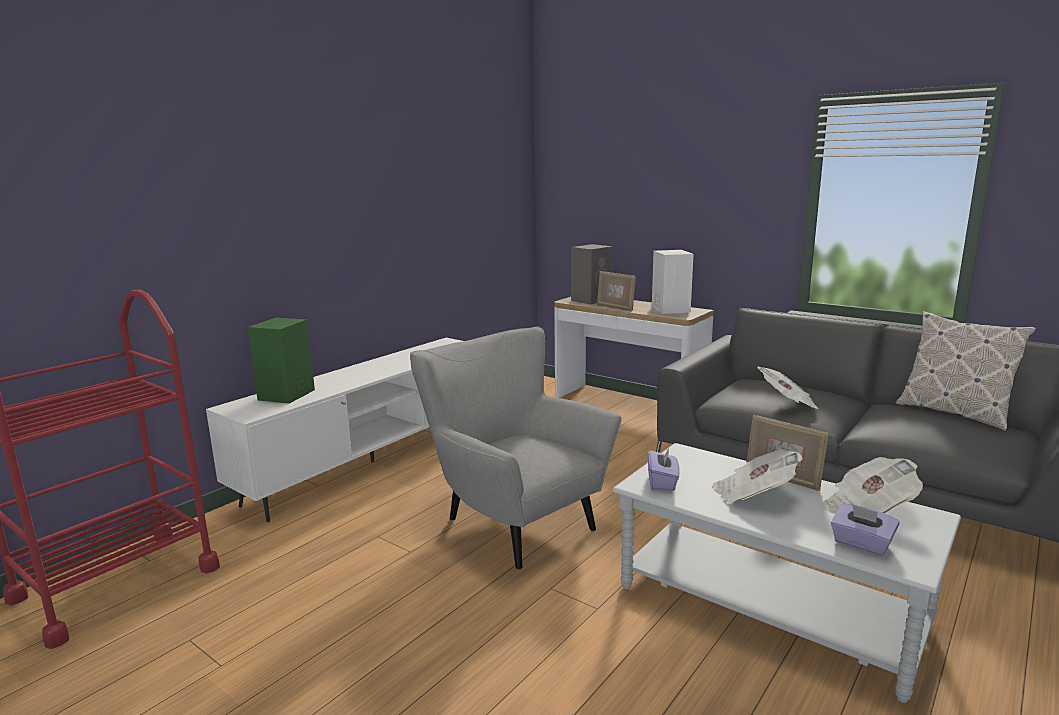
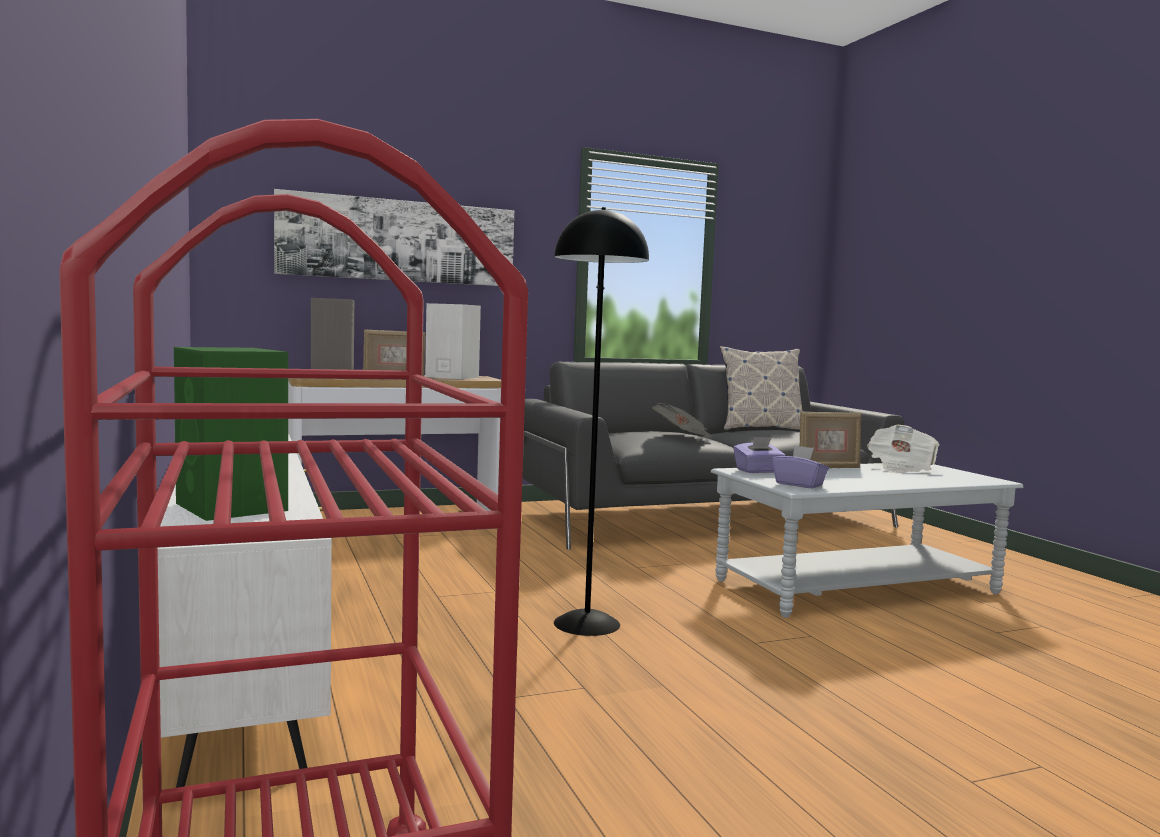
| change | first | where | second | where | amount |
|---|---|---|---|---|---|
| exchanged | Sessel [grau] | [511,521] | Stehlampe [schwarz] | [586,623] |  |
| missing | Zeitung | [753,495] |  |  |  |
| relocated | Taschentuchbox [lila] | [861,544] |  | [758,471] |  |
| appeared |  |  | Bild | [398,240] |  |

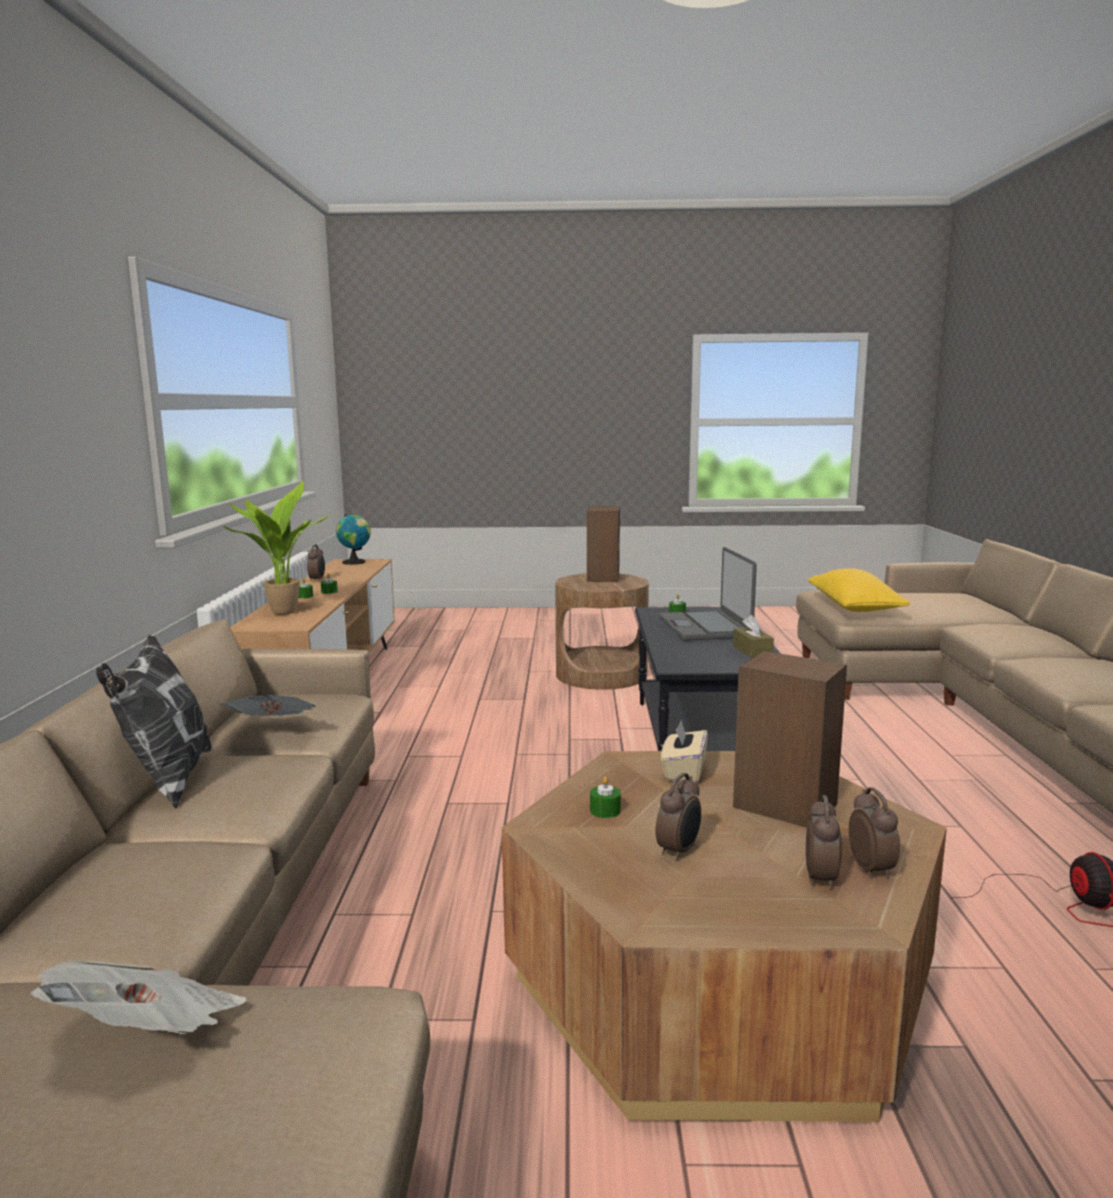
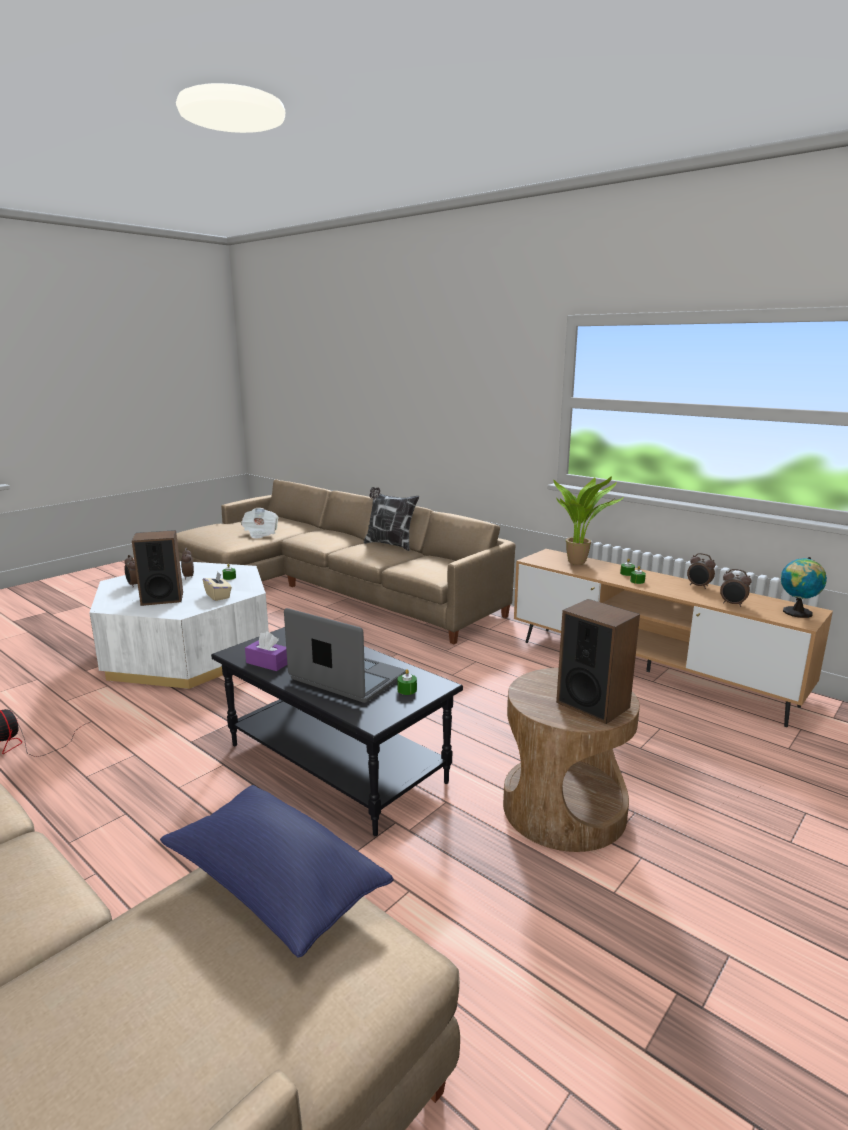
| change | first | where | second | where | amount |
|---|---|---|---|---|---|
| colour | Kissen [gelb] | [854,608] | Kissen [blau] | [274,885] |  |
| colour | Taschentuchbox [braun] | [752,651] | Taschentuchbox [lila] | [268,663] |  |
| missing | Zeitung | [273,730] |  |  |  |
| colour | Couchtisch [braun] | [716,980] | Couchtisch [weiß] | [188,652] |  |
| relocated | Wecker | [872,869] |  | [732,604] |  |

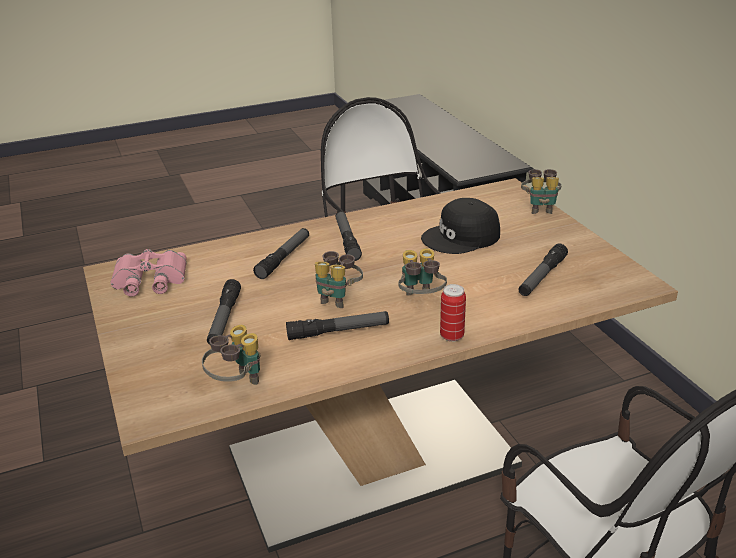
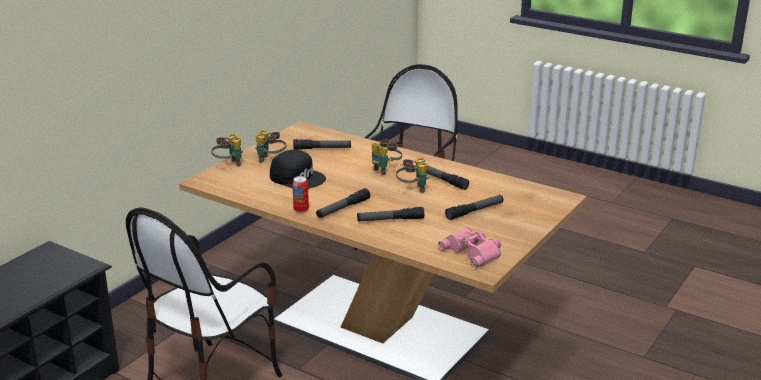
| change | first | where | second | where | amount |
|---|---|---|---|---|---|
| relocated | Dose | [452,336] |  | [301,210] |  |
| relocated | Fernglas | [236,384] |  | [270,160] |  |

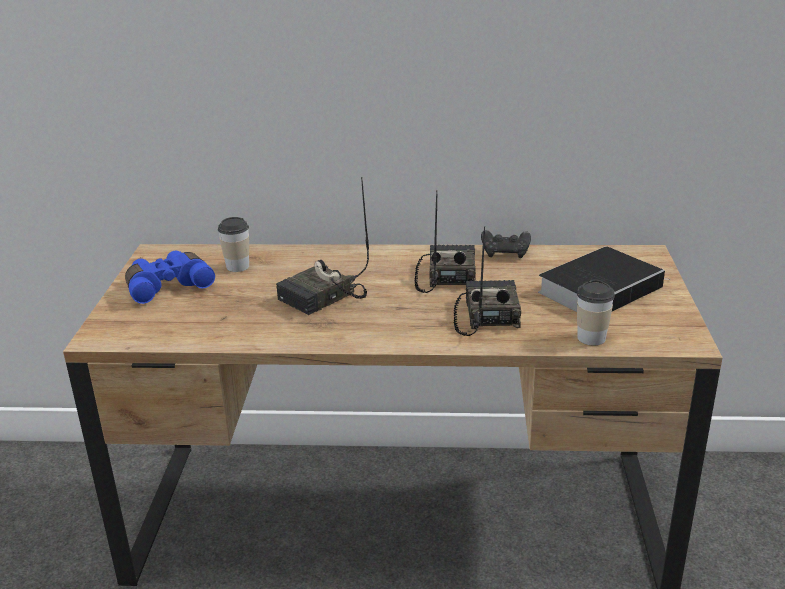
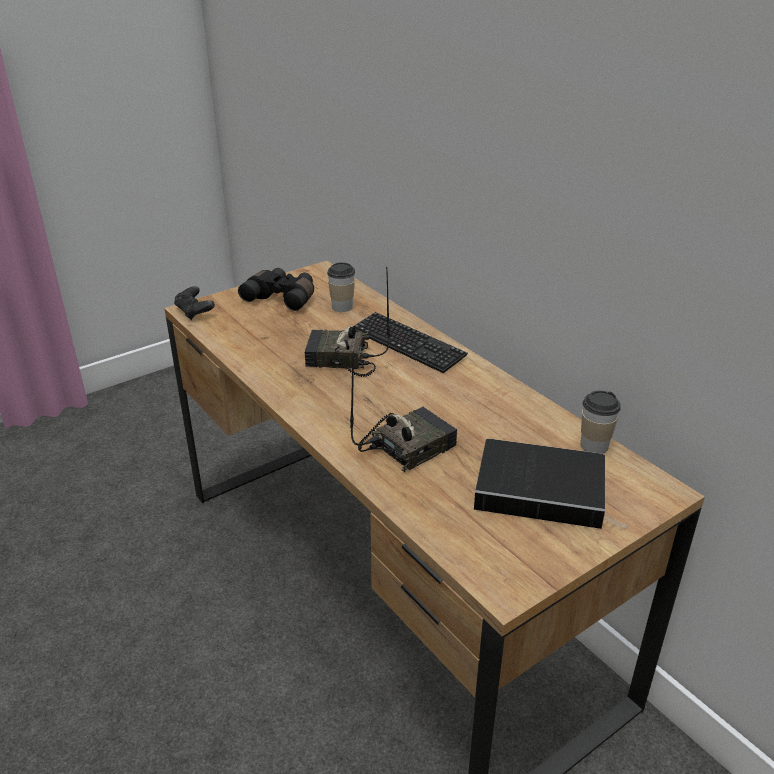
| change | first | where | second | where | amount |
|---|---|---|---|---|---|
| missing | Radio | [446,276] |  |  |  |
| relocated | Gamepad [schwarz] | [505,253] |  | [194,312] |  |
| colour | Fernglas [blau] | [167,286] | Fernglas [schwarz] | [282,297] |  |
| relocated | Tasse | [591,338] |  | [594,446] |  |
| appeared |  |  | Tastatur | [407,344] |  |

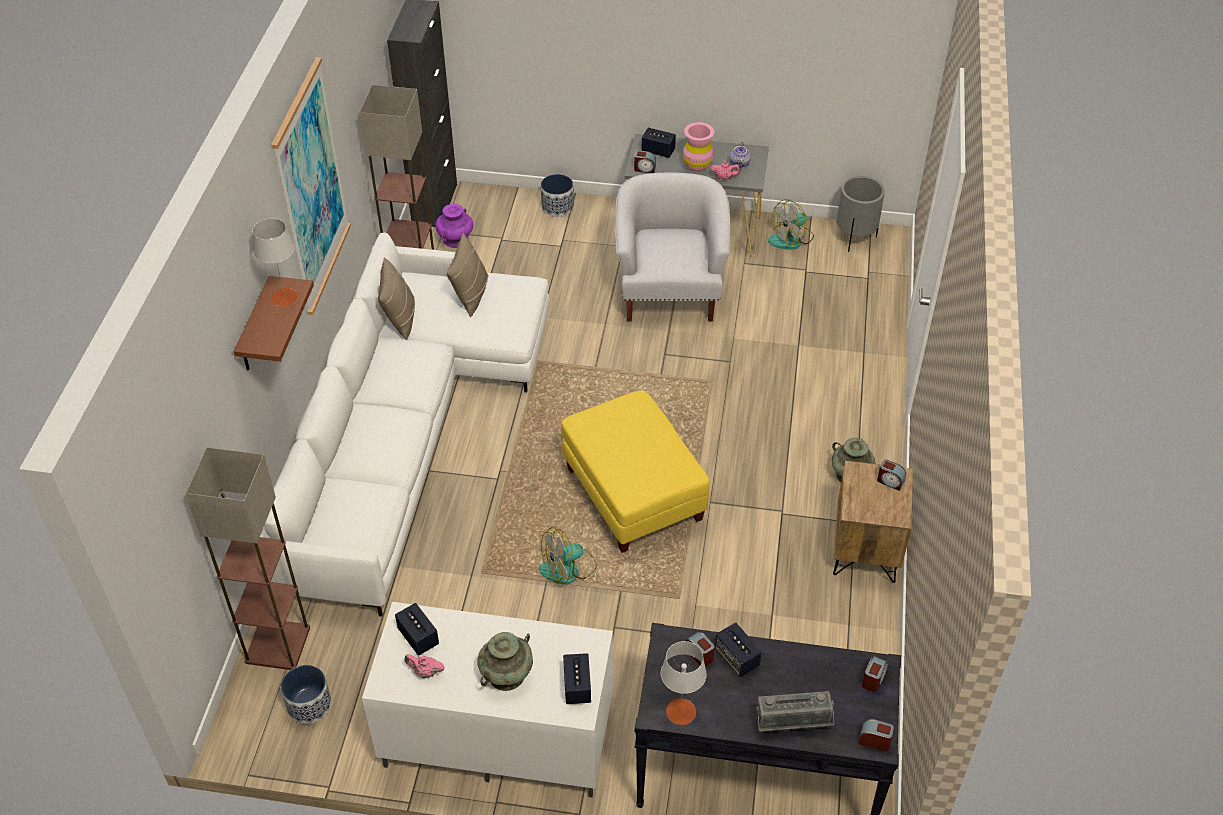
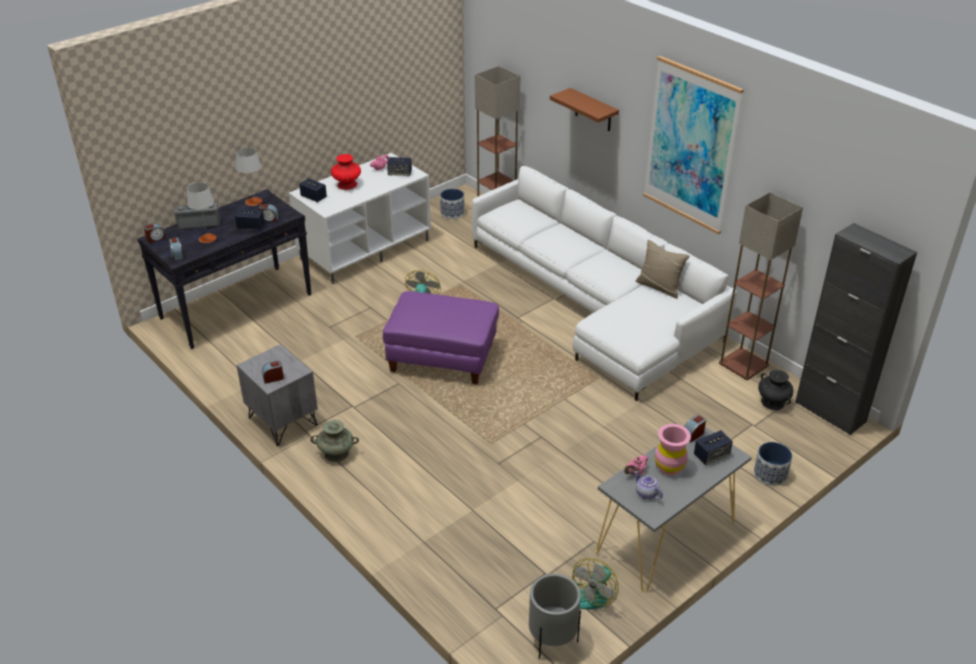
| change | first | where | second | where | amount |
|---|---|---|---|---|---|
| missing | Sessel [weiß] | [669,291] |  |  |  |
| spun | Ventilator | [791,239] |  | [594,593] | 150 degrees counterclockwise |
| colour | Vase [lila] | [455,240] | Vase [schwarz] | [772,402] |  |
| relocated | Tischlampe [grau] | [284,297] |  | [207,238] |  |
| missing | Kissen [beige] | [470,295] |  |  |  |
| colour | Polsterhocker [gelb] | [634,494] | Polsterhocker [lila] | [442,358] |  |
| colour | Nachttisch [braun] | [866,551] | Nachttisch [grau] | [282,422] |  |
| colour | Vase [türkis] | [507,675] | Vase [rot] | [347,185] |  |
| spun | Radio | [792,725] |  | [199,223] | 45 degrees clockwise |

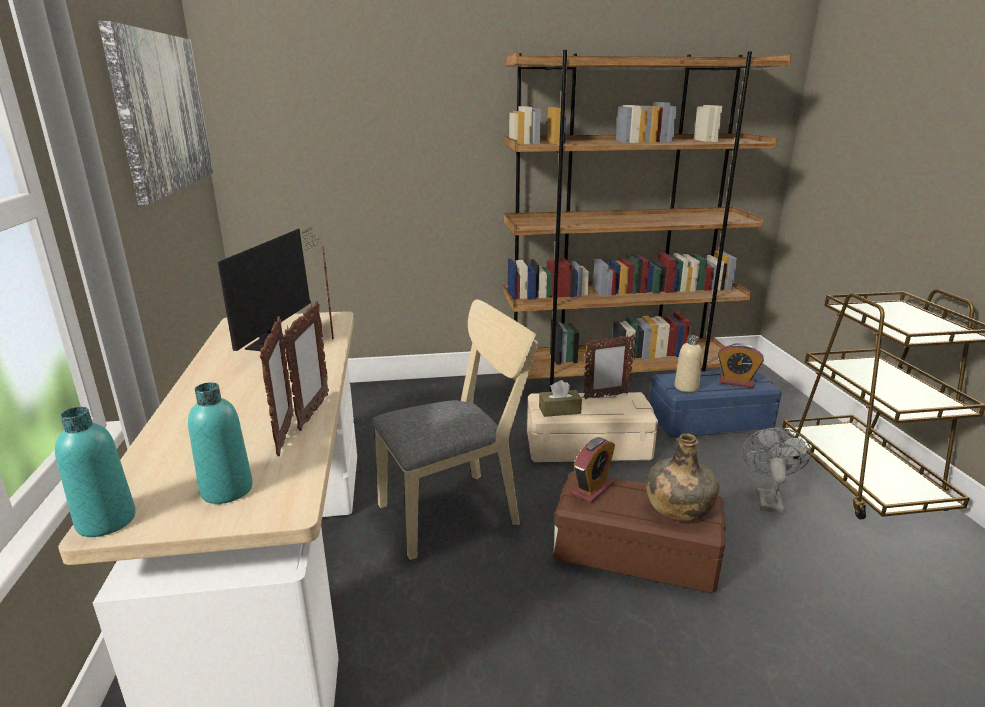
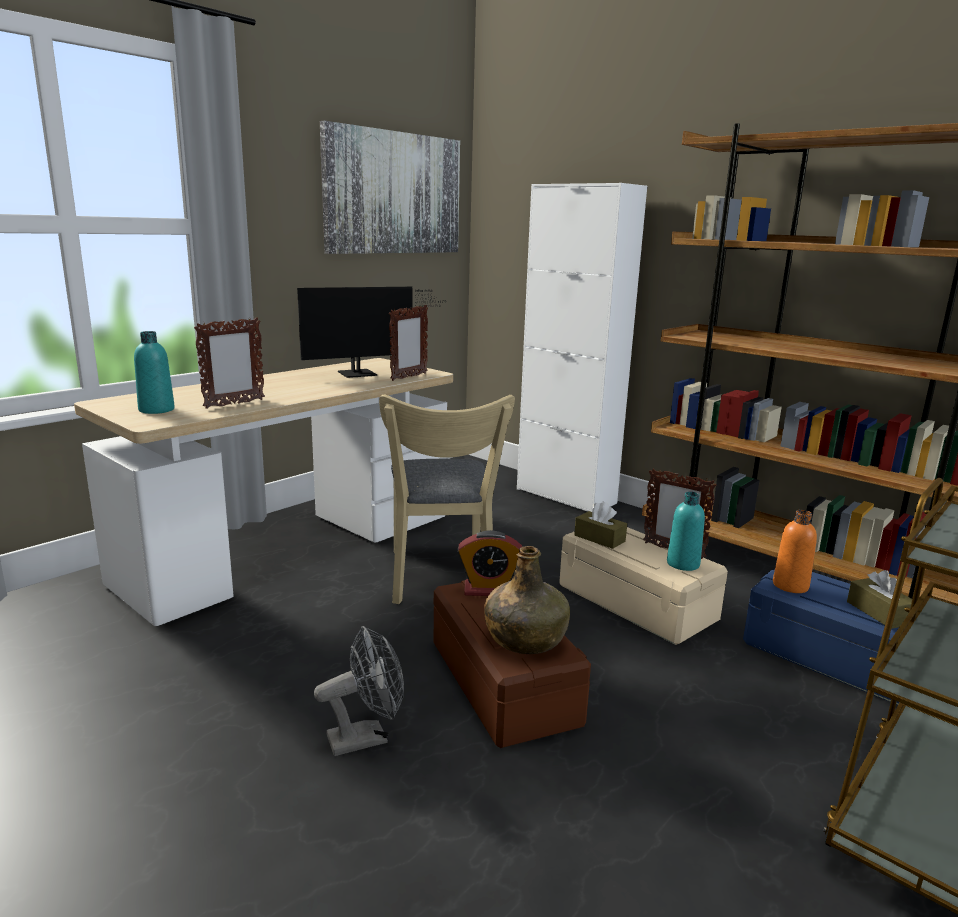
| change | first | where | second | where | amount |
|---|---|---|---|---|---|
| spun | Stuhl [beige] | [458,510] |  | [440,579] | 60 degrees clockwise |
| missing | Bilderrahmen | [313,412] |  |  |  |
| colour | Flasche [beige] | [686,387] | Flasche [orange] | [790,585] |  |
| exchanged | Wecker | [736,382] | Taschentuchbox [braun] | [879,613] |  |
| relocated | Flasche [türkis] | [106,521] |  | [683,564] |  |
| relocated | Ventilator [grau] | [767,498] |  | [366,737] |  |
| appeared |  |  | Schrank [weiß] | [565,496] |  |

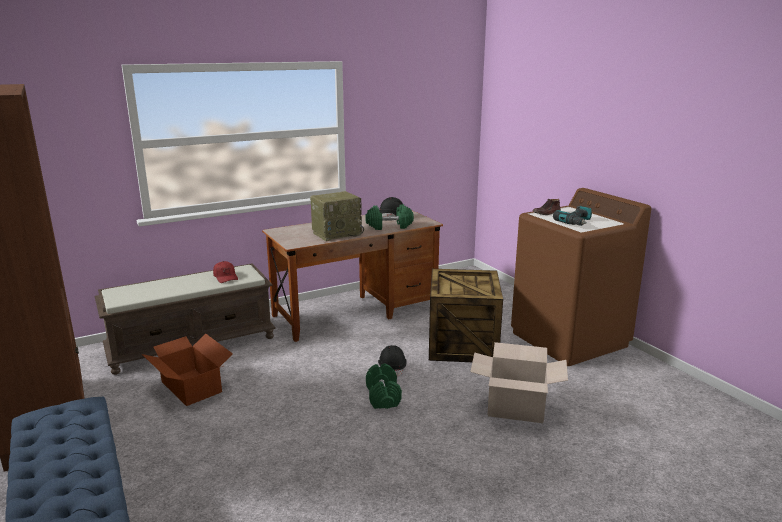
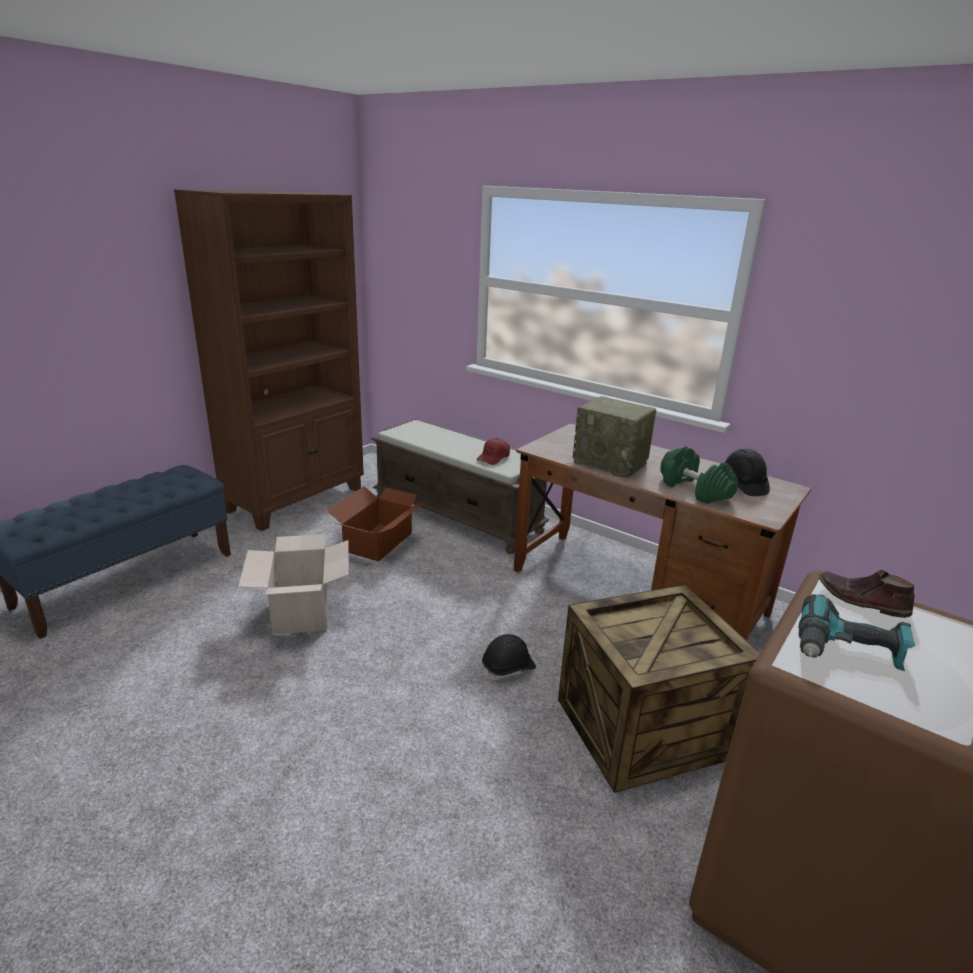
| change | first | where | second | where | amount |
|---|---|---|---|---|---|
| relocated | Karton | [516,407] |  | [302,612] |  |
| missing | Hantel [grün] | [383,396] |  |  |  |

